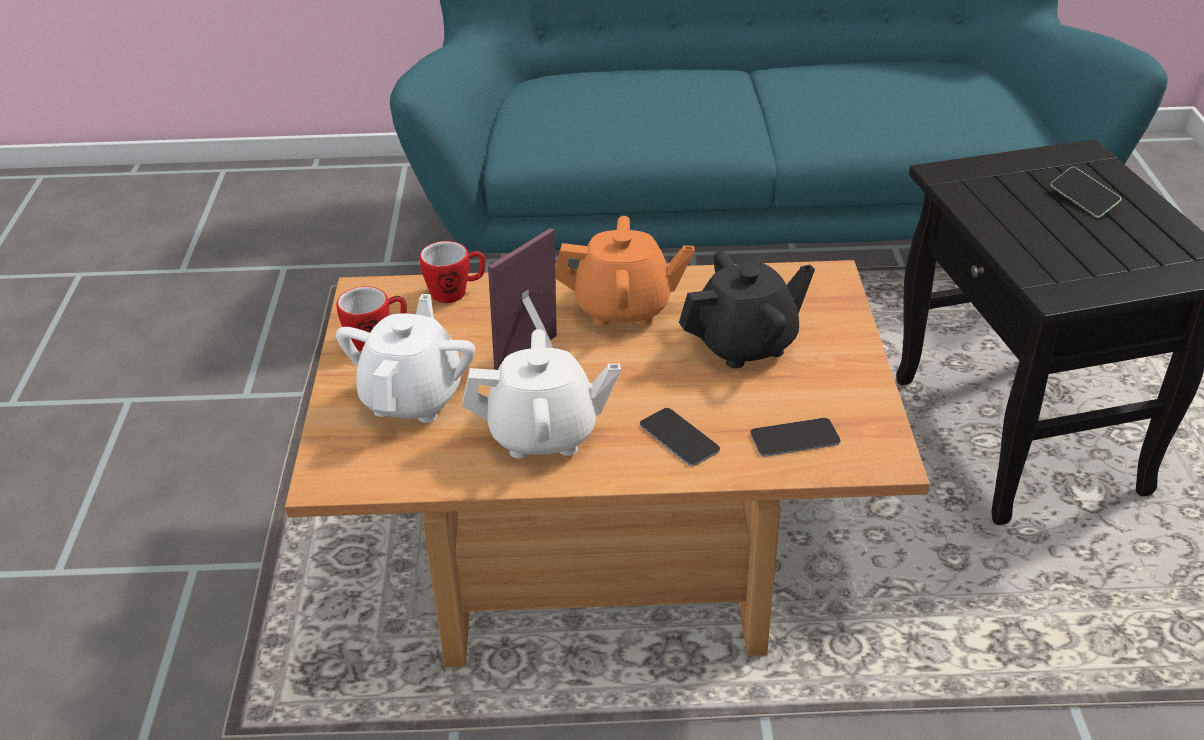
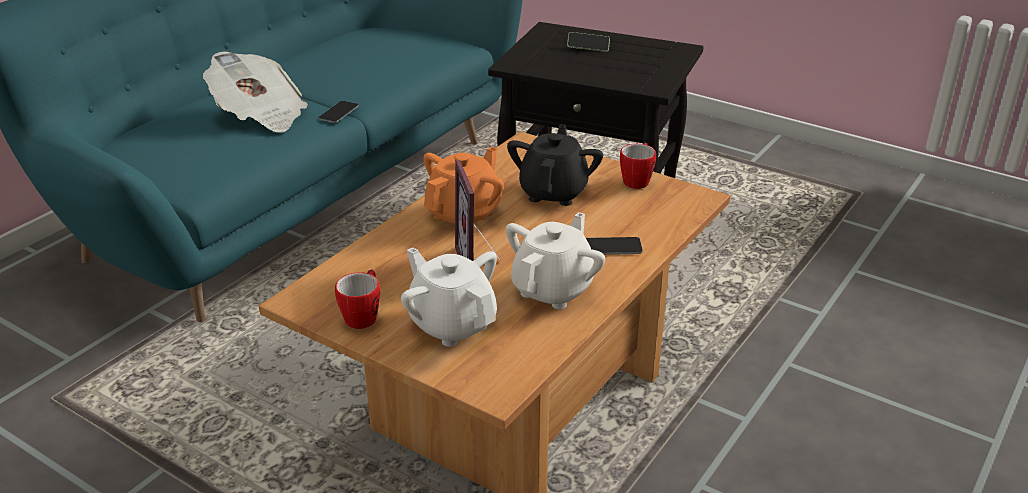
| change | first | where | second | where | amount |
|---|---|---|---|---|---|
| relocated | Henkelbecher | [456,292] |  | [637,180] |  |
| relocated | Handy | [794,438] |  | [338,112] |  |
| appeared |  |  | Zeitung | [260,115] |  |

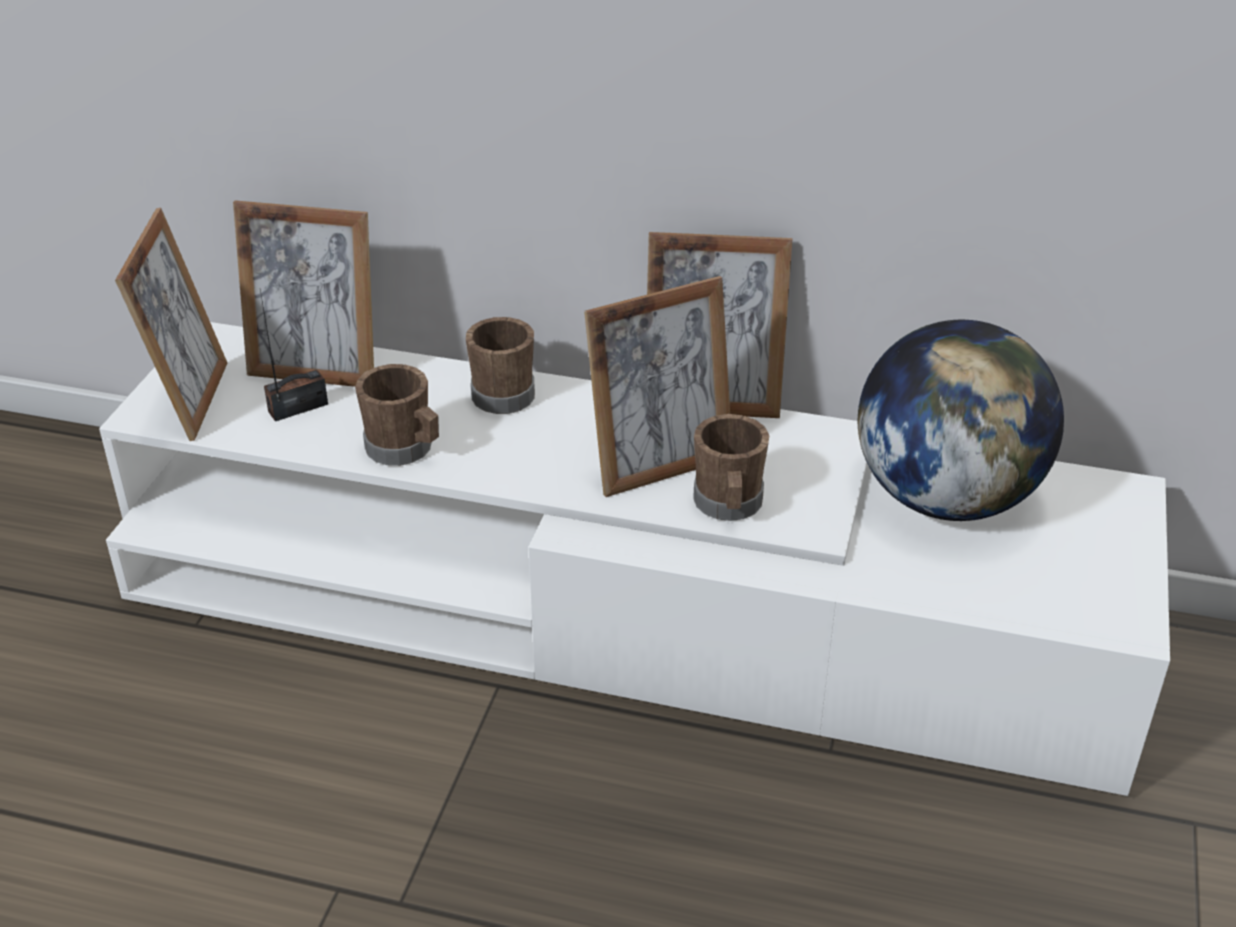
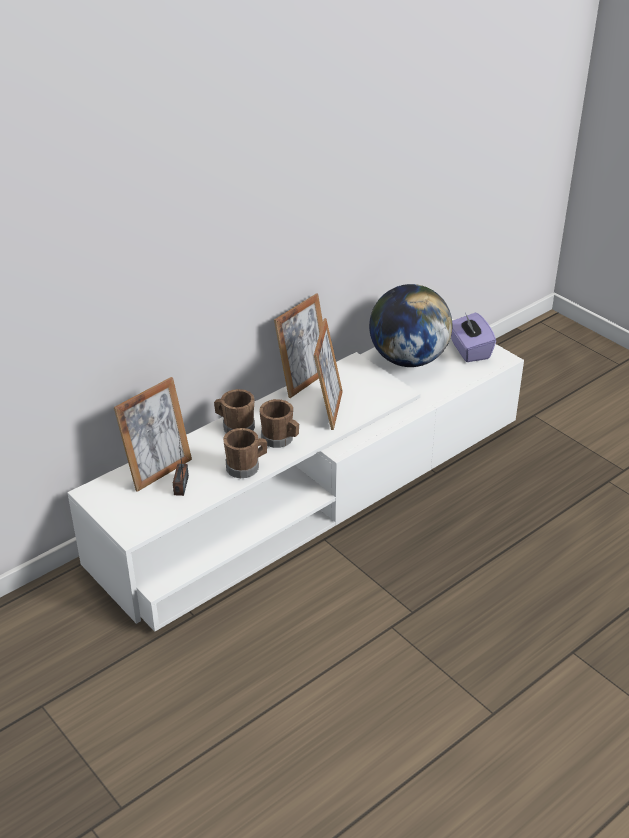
| change | first | where | second | where | amount |
|---|---|---|---|---|---|
| missing | Bilderrahmen | [191,400] |  |  |  |
| relocated | Henkelbecher [braun] | [728,505] |  | [280,440] |  |
| appeared |  |  | Taschentuchbox [lila] | [469,350] |  |

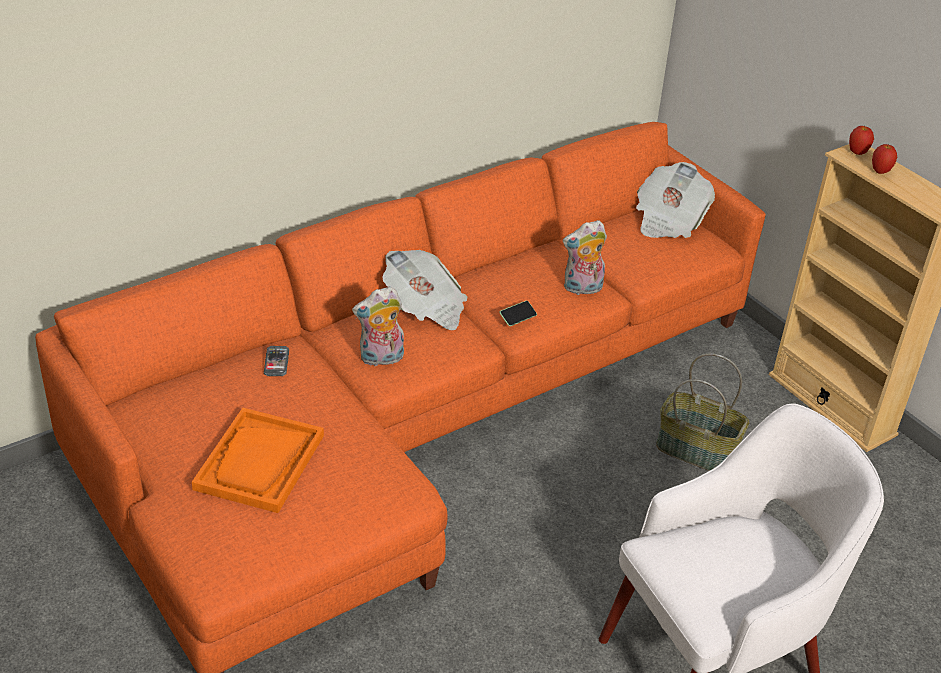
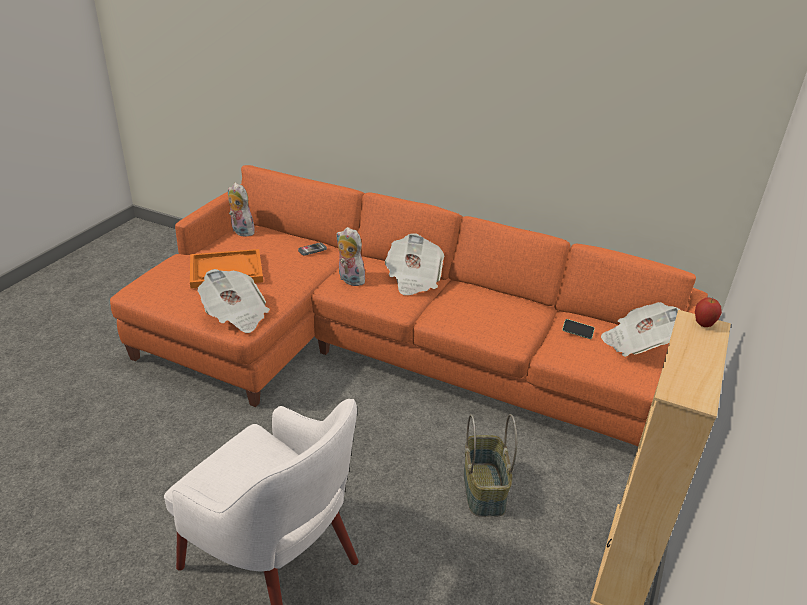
| change | first | where | second | where | amount |
|---|---|---|---|---|---|
| missing | Apfel | [880,171] |  |  |  |
| relocated | Plüschtier | [582,289] |  | [241,231] |  |
| relocated | Handy | [517,318] |  | [577,332] |  |
| appeared |  |  | Zeitung | [236,315] |  |

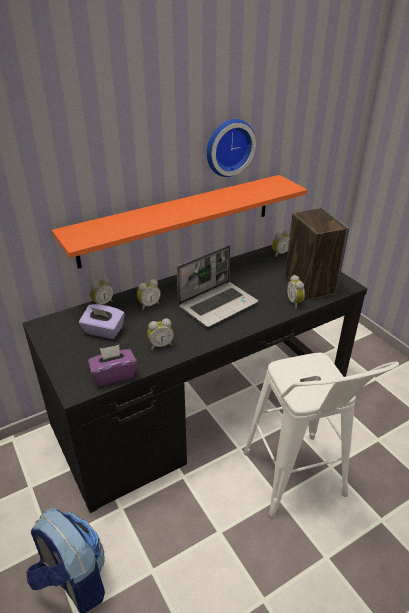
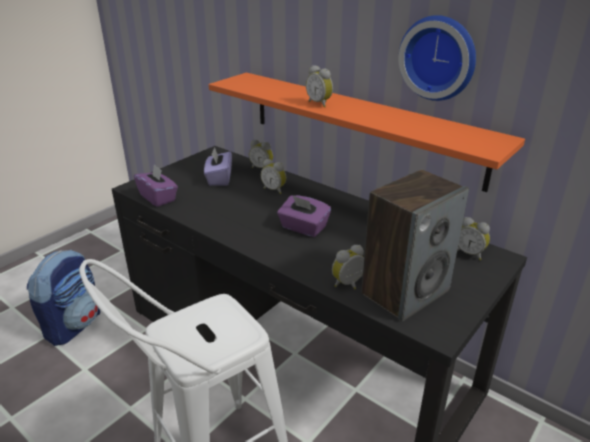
| change | first | where | second | where | amount |
|---|---|---|---|---|---|
| exchanged | Laptop | [218,304] | Taschentuchbox [lila] | [303,228] |  |
| relocated | Wecker | [160,345] |  | [320,103] |  |

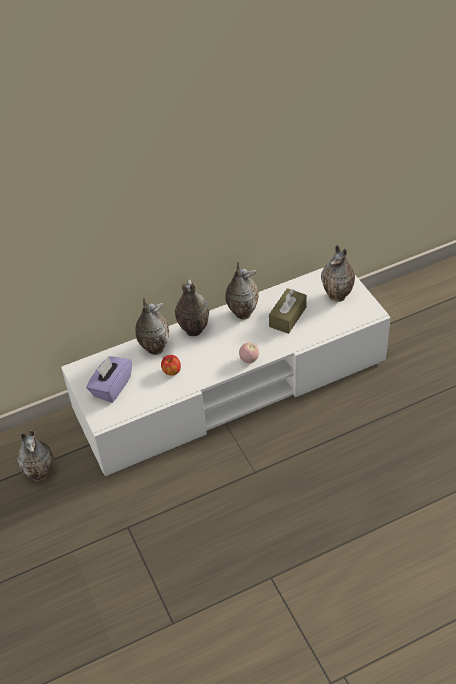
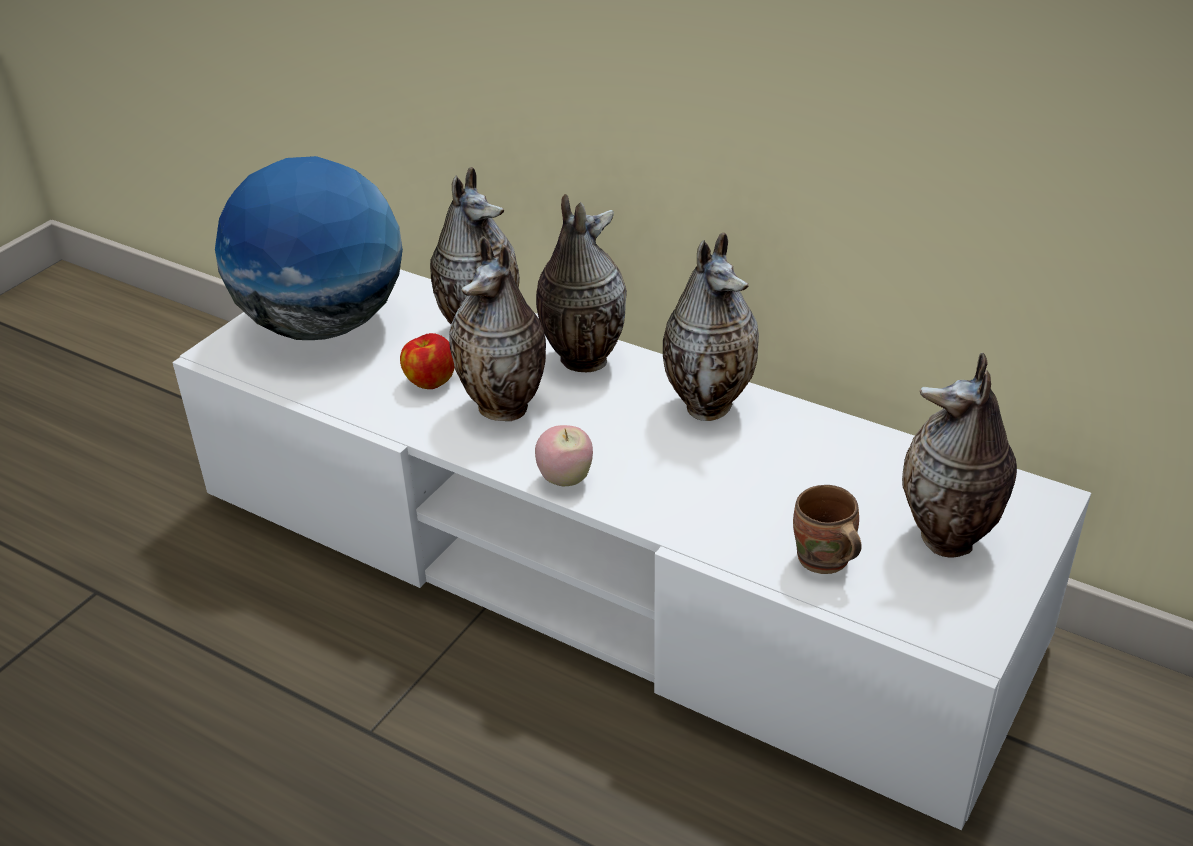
| change | first | where | second | where | amount |
|---|---|---|---|---|---|
| missing | Taschentuchbox [braun] | [287,317] |  |  |  |
| exchanged | Taschentuchbox [lila] | [111,387] | Globus | [323,325] |  |
| relocated | Vase | [41,473] |  | [506,407] |  |
| appeared |  |  | Henkelbecher [braun] | [822,562] |  |

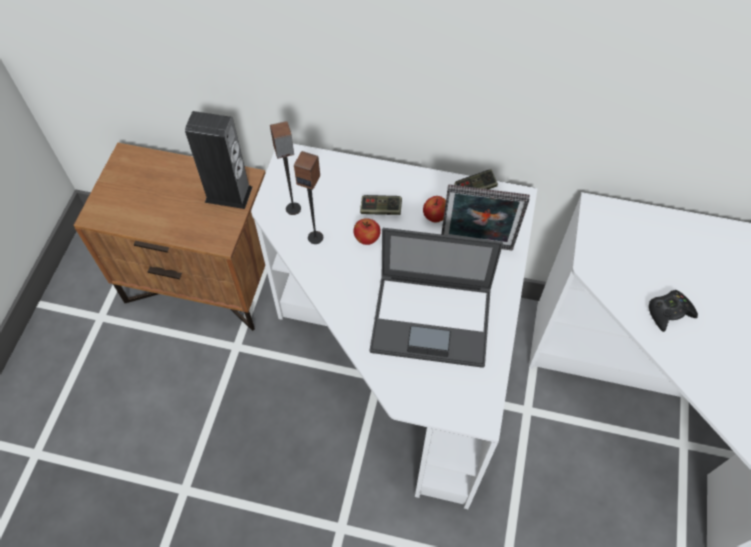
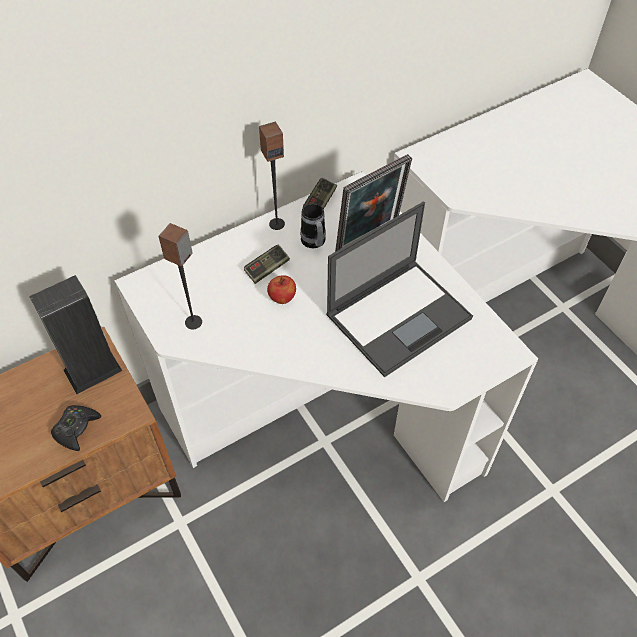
| change | first | where | second | where | amount |
|---|---|---|---|---|---|
| relocated | Lautsprecher | [315,237] |  | [276,223] |  |
| exchanged | Apfel | [434,217] | Henkelbecher | [314,243] |  |
| relocated | Gamepad [schwarz] | [669,312] |  | [76,429] |  |

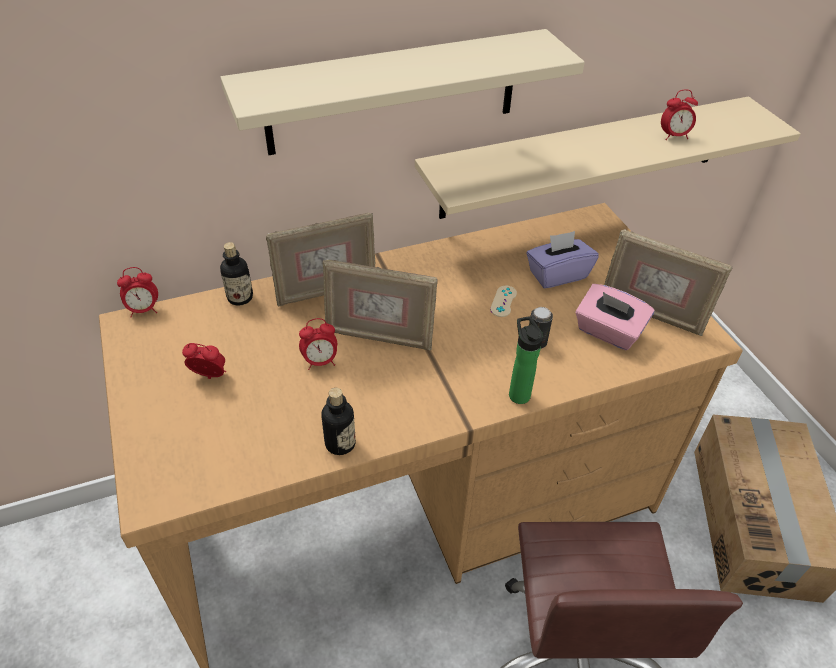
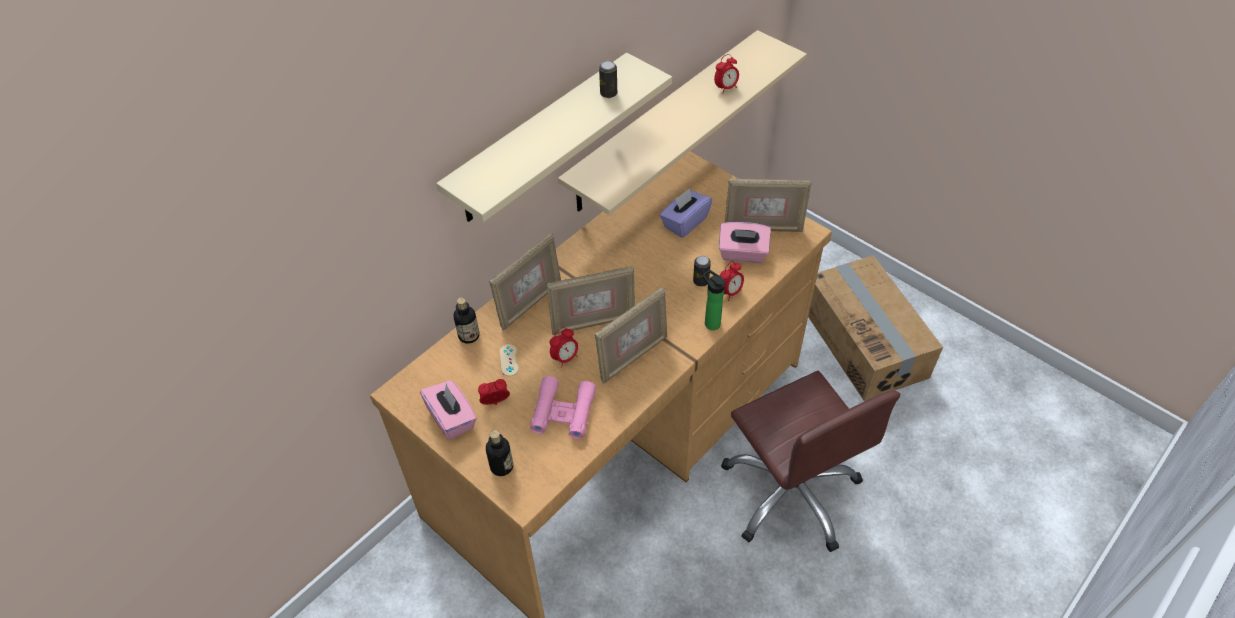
| change | first | where | second | where | amount |
|---|---|---|---|---|---|
| relocated | Wecker | [144,310] |  | [730,292] |  |
| relocated | Gamepad [beige] | [503,301] |  | [509,360] |  |
| relocated | Flasche | [340,443] |  | [501,466] |  |
| appeared |  |  | Dose | [608,93] |  |
| appeared |  |  | Bilderrahmen | [632,357] |  |
| appeared |  |  | Fernglas [rosa] | [563,412] |  |
| appeared |  |  | Taschentuchbox [rosa] | [452,419] |  |

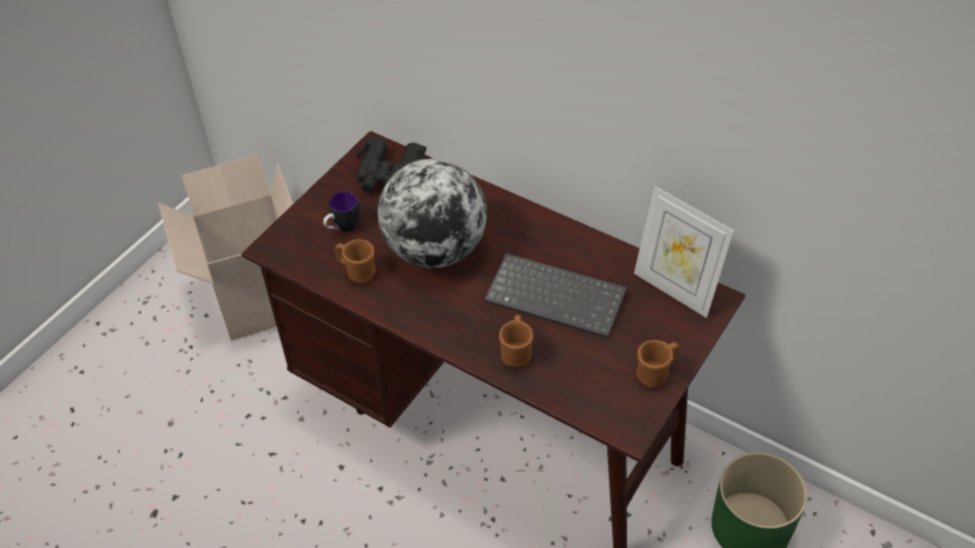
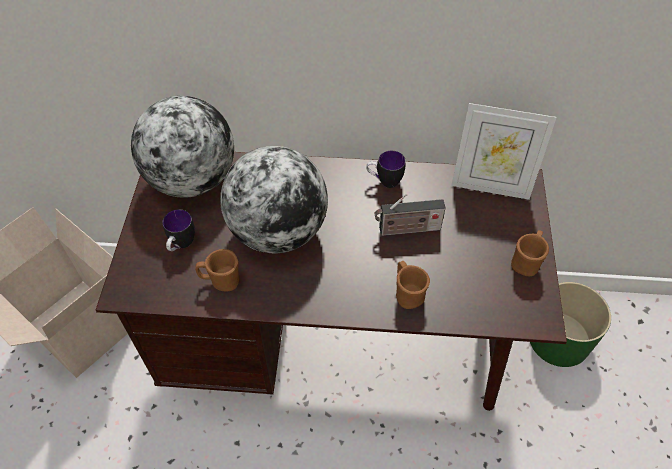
| change | first | where | second | where | amount |
|---|---|---|---|---|---|
| exchanged | Fernglas [schwarz] | [388,175] | Globus | [192,180] |  |
| exchanged | Tastatur | [557,296] | Radio | [406,229] |  |
| appeared |  |  | Henkelbecher | [384,181] |  |

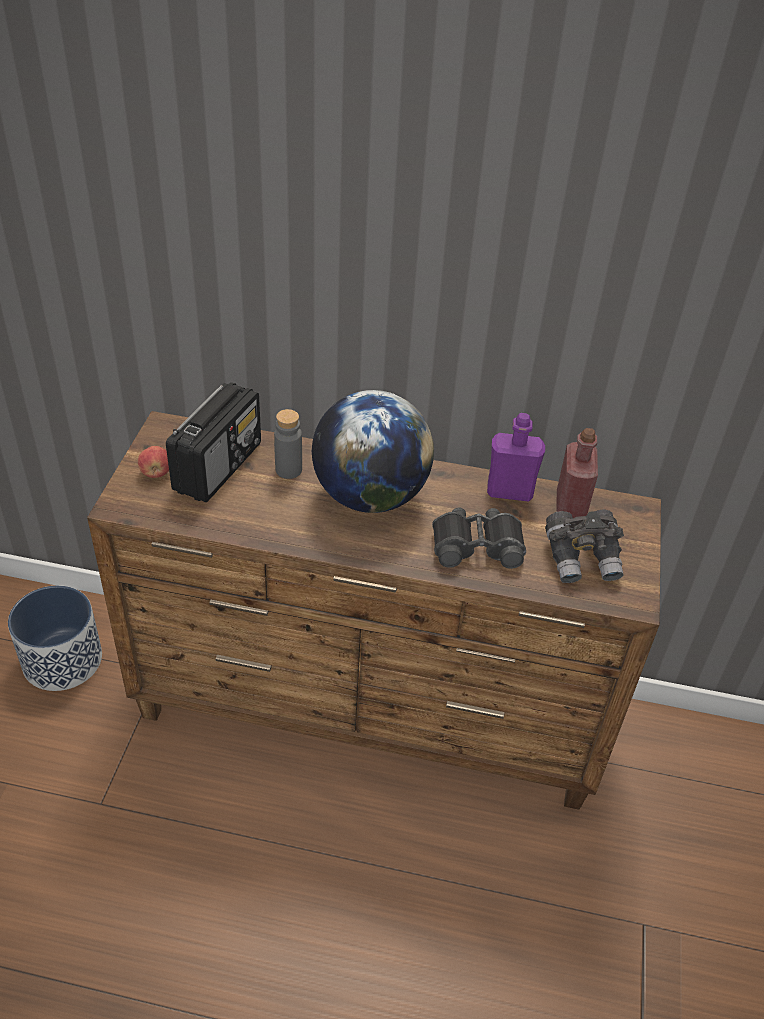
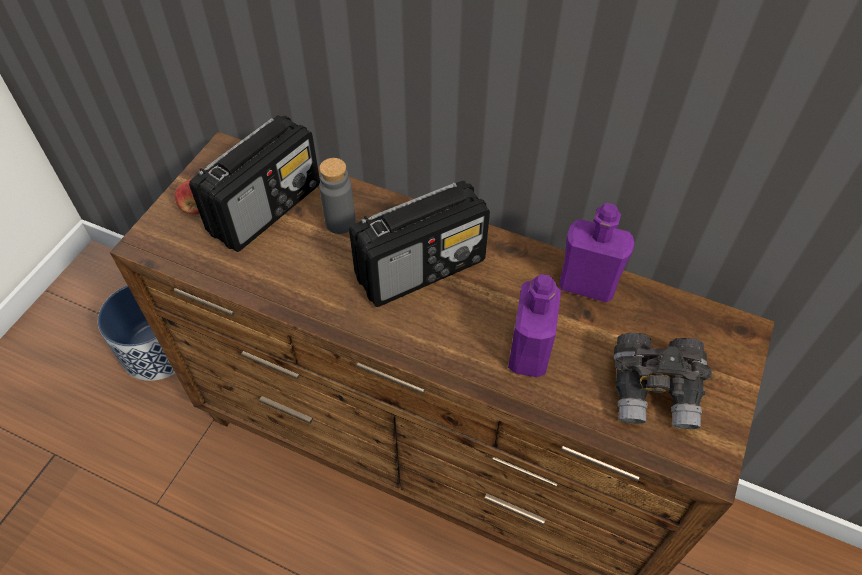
| change | first | where | second | where | amount |
|---|---|---|---|---|---|
| exchanged | Globus | [370,496] | Radio | [422,268] |  |
| missing | Flasche [rot] | [570,506] |  |  |  |
| exchanged | Fernglas [schwarz] | [477,545] | Flasche [lila] | [529,352] |  |

